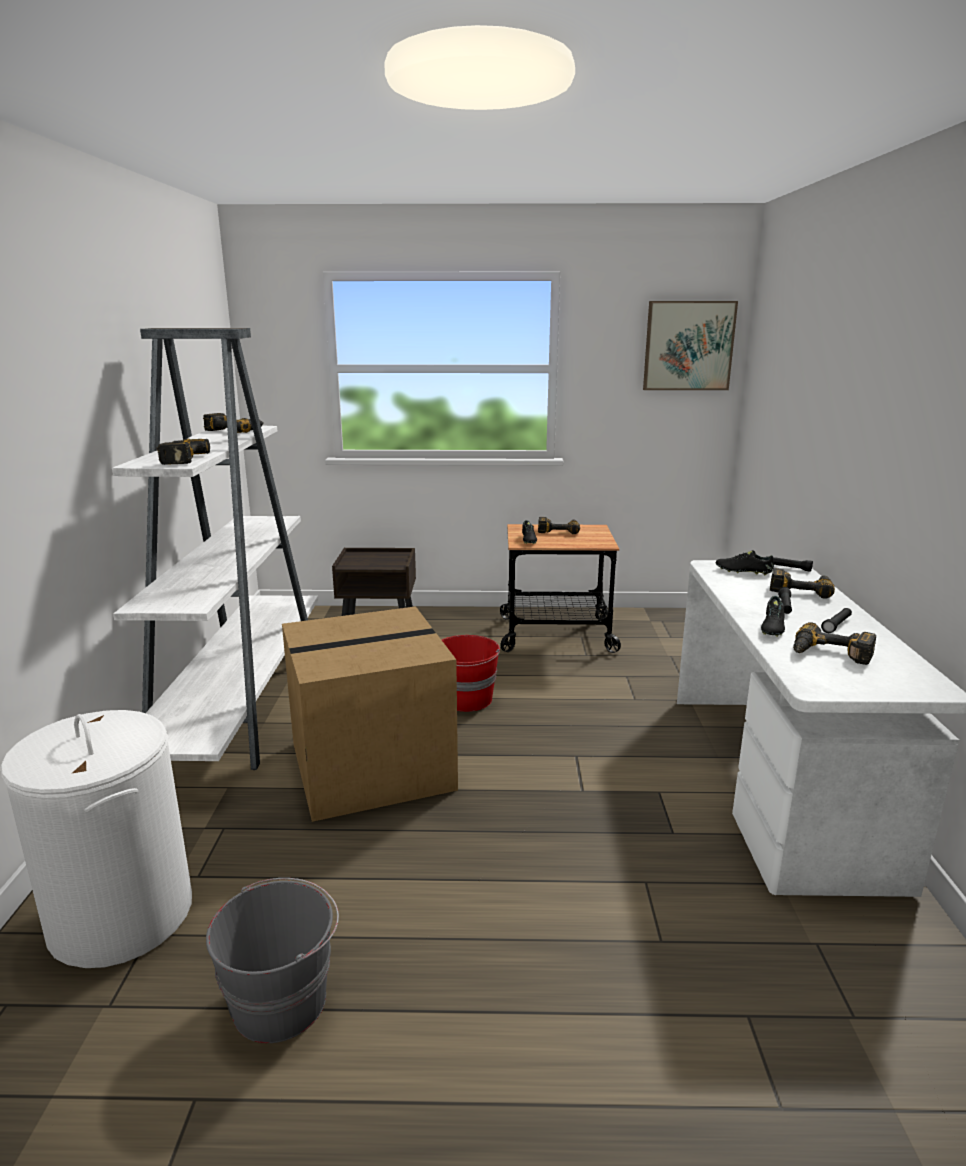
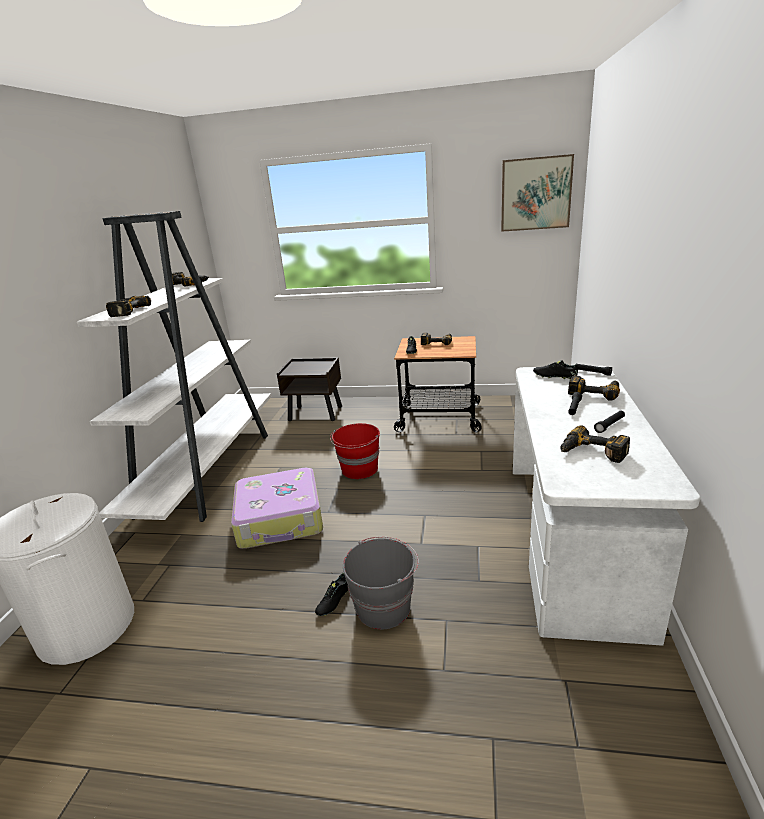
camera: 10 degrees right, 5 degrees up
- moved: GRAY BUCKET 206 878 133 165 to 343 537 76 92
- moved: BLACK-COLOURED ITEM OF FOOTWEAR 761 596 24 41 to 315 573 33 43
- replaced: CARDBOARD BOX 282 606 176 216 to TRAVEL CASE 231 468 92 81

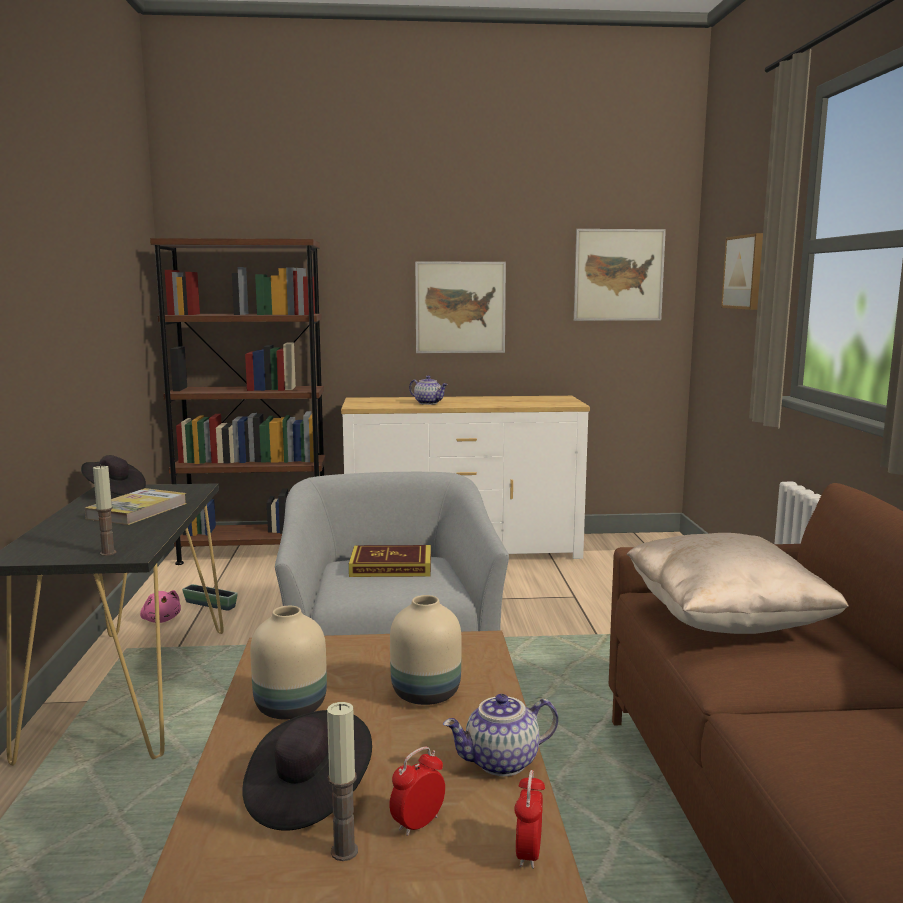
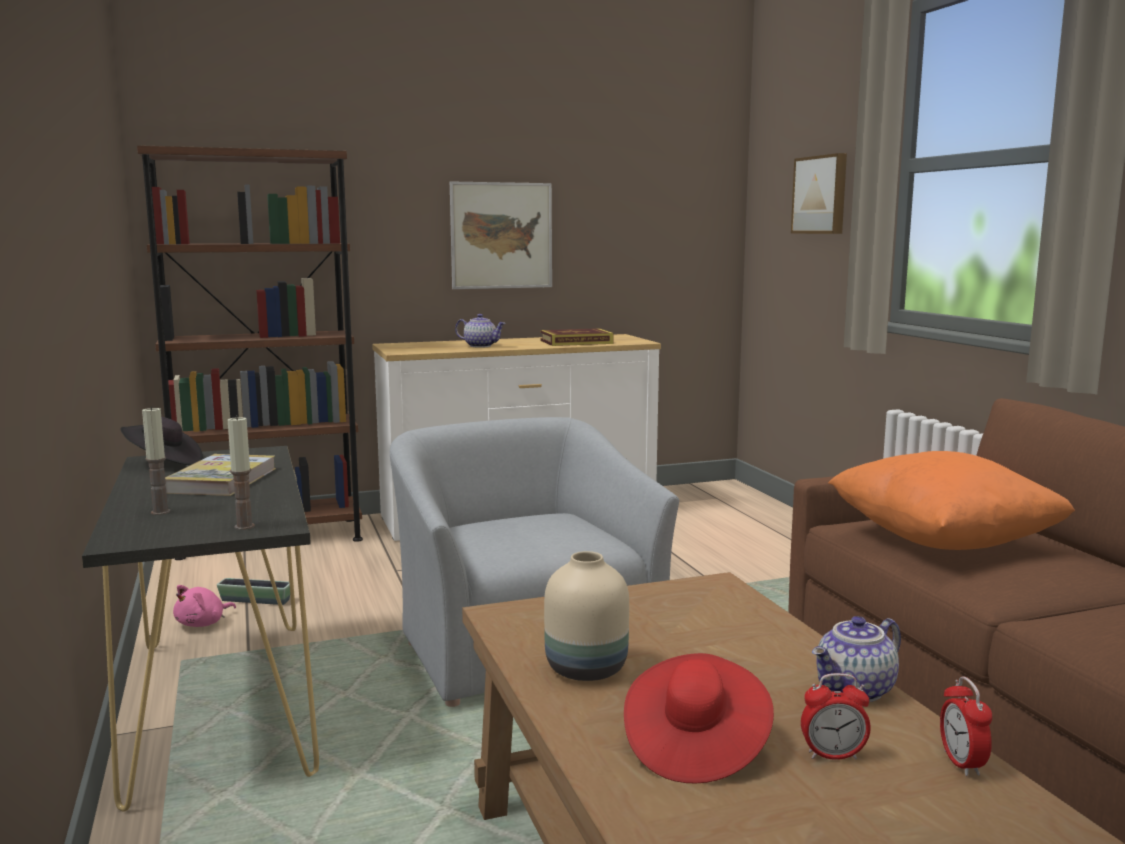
camera: 15 degrees left, 0 degrees up
- removed: BEIGE VASE 390 595 71 110
- removed: WALL ART 574 229 92 92
- moved: WAX LIGHT 327 702 31 159 to 142 406 28 109
- moved: BOOK 349 545 82 32 to 540 328 74 18
- recoloured: BLACK-COLOURED WEARABLE HAT 242 710 130 121 to REDDISH WEARABLE HAT 624 653 150 130
- recoloured: BEIGE PILLOW 626 533 223 101 to ORANGEY PILLOW 828 451 247 99
- turned: PINK-COLOURED CUDDLY TOY 140 590 41 33 = 173 585 63 42 90 degrees clockwise
- turned: TABLE CLOCK 389 747 56 89 = 801 673 70 87 120 degrees counterclockwise

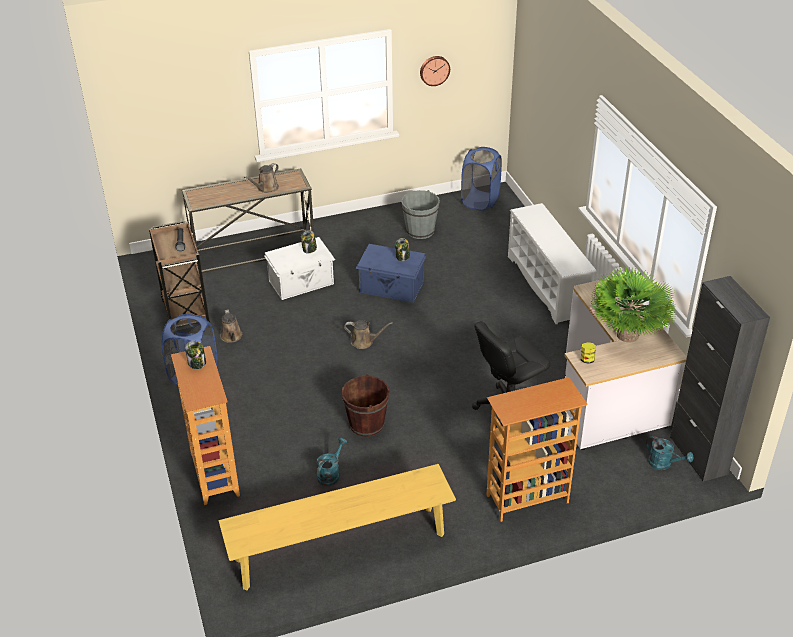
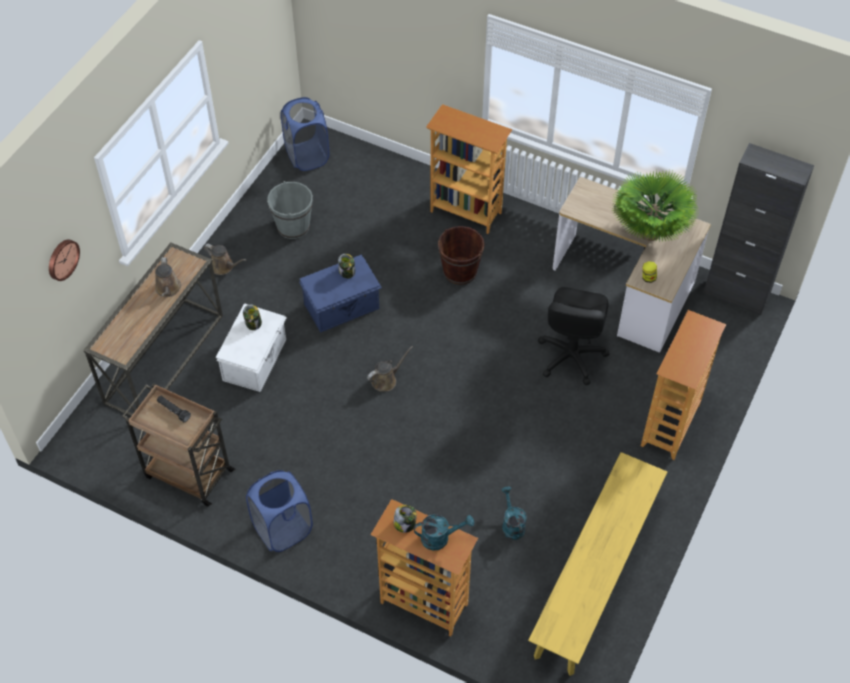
camera: 45 degrees left, 15 degrees up
- moved: BROWNISH WATERING CAN 220 309 22 34 to 204 244 42 31
- moved: BROWNISH BUCKET 341 374 49 63 to 438 226 47 59
- moved: WALL CLOCK 420 56 30 30 to 49 239 31 42
- moved: TURQUOISE WATERING CAN 646 435 48 35 to 414 514 60 37
- replaced: WHITE SHOE STAND 508 203 88 121 to BOOKSHELF 426 104 87 130

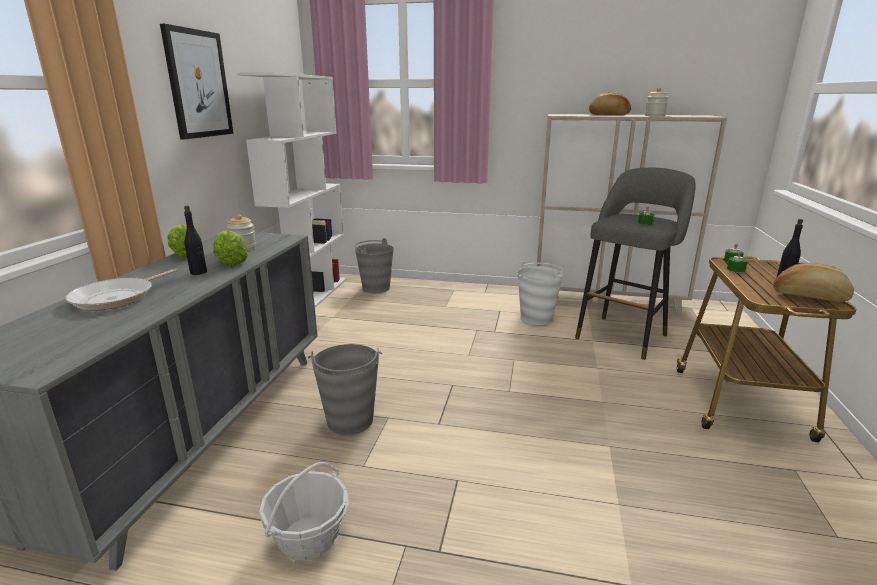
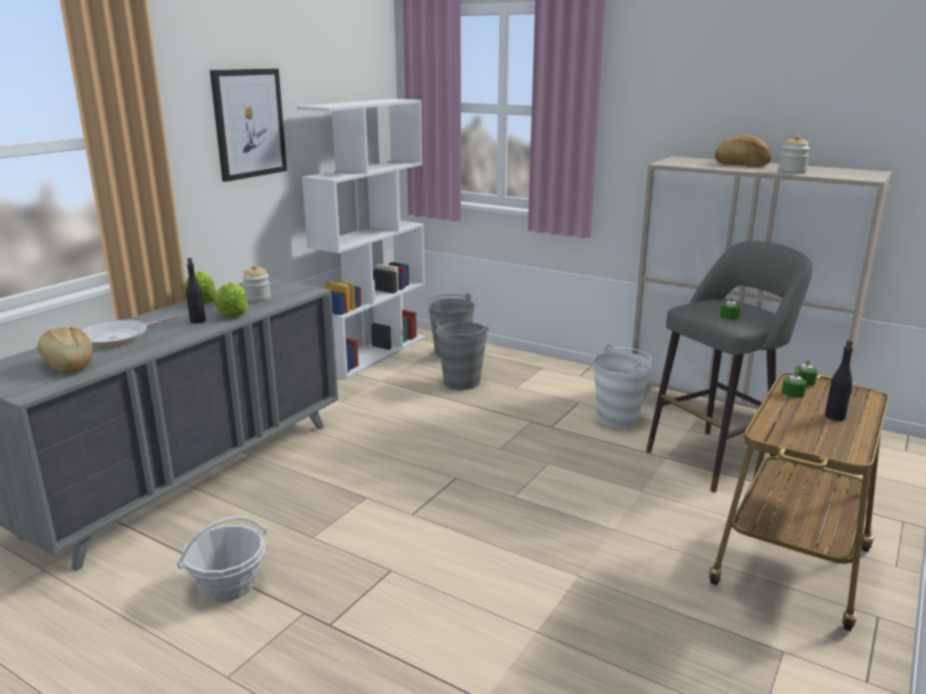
camera: 20 degrees right, 0 degrees up
- moved: GRAY BUCKET 308 344 74 91 to 434 321 55 69
- moved: BAKERY BREAD 773 263 81 39 to 37 327 56 46

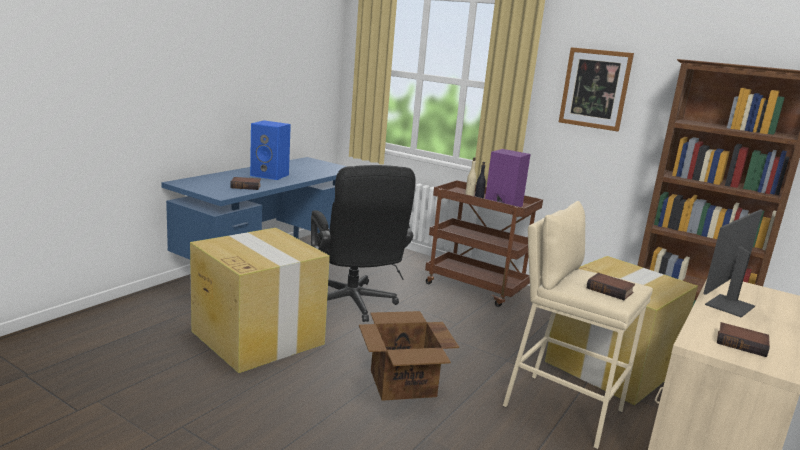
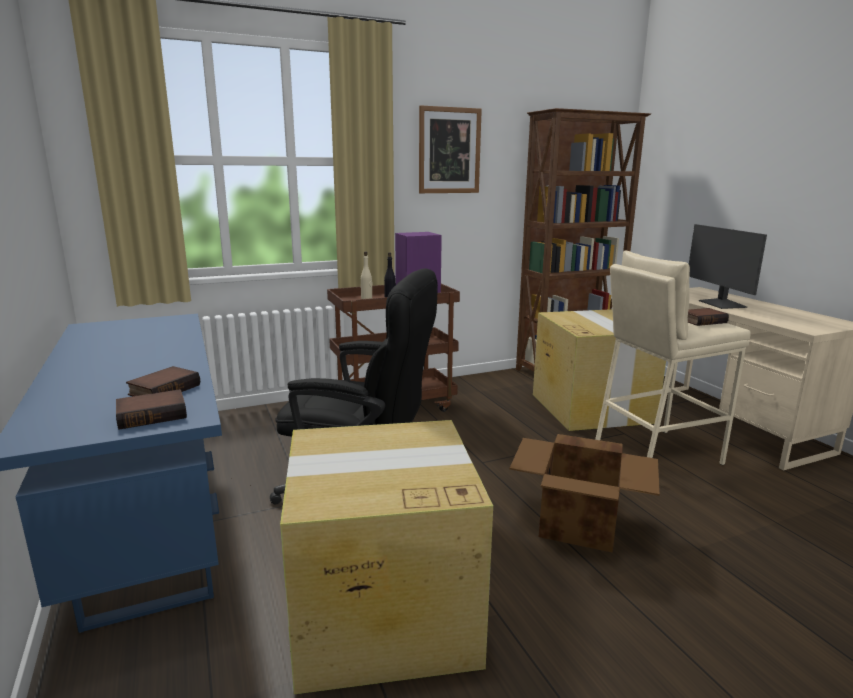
camera: 55 degrees left, 0 degrees up
- removed: BLUISH AUDIO SPEAKER 250 120 41 60
- moved: BOOK 717 322 53 35 to 116 389 71 41

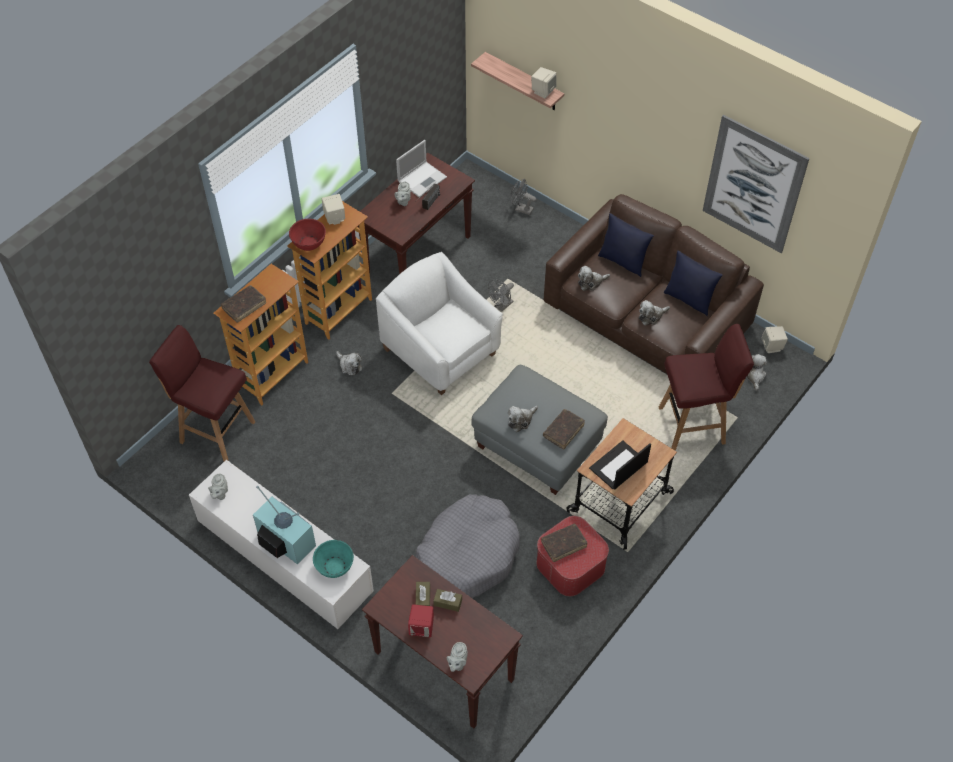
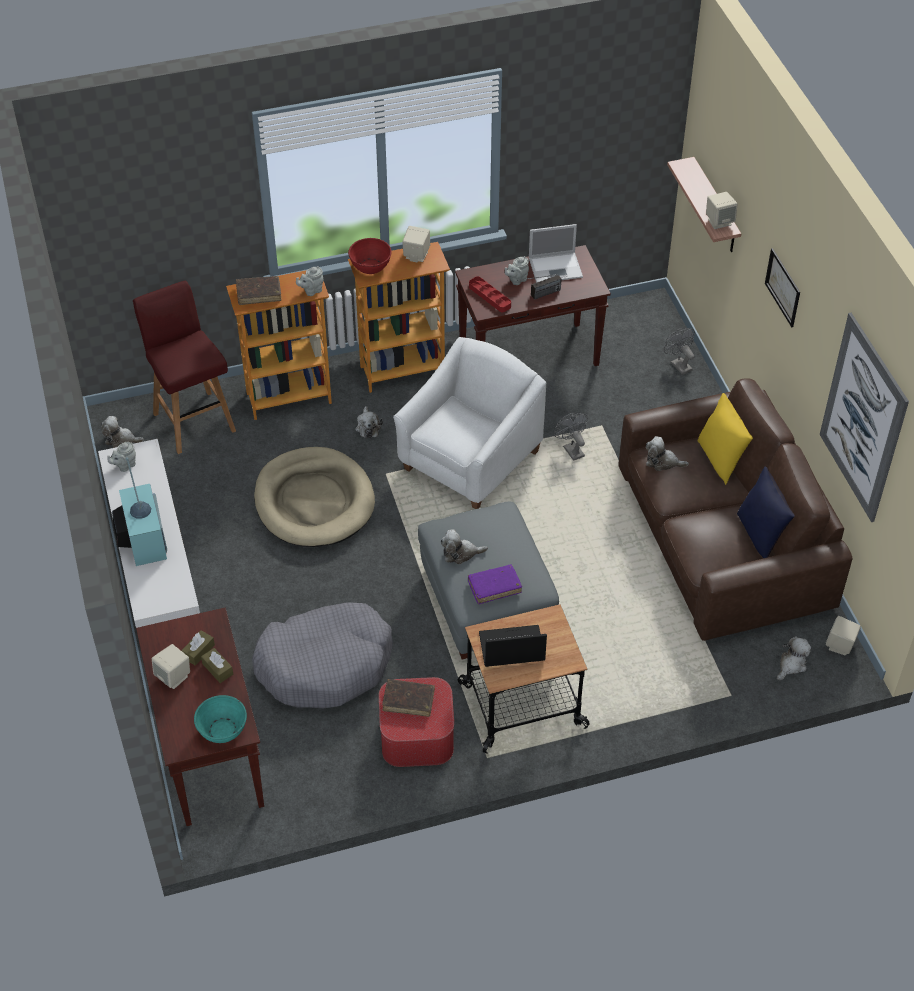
camera: 35 degrees right, 5 degrees down
- removed: REDDISH STOOL 659 324 95 127
- added: BEIGE PET BED 254 447 121 100
- added: REDDISH CARRYING TRAY 469 276 42 36
- added: WALL ART 765 248 35 79
- moved: TURQUOISE SERVING BOWL 313 540 41 38 to 194 695 53 48
- moved: GRAY TEAPOT 447 642 21 30 to 296 266 27 30
- moved: CUDDLY TOY 639 300 31 26 to 101 416 43 32
- recoloured: REDDISH AUDIO SPEAKER 408 604 26 33 to BEIGE AUDIO SPEAKER 152 644 38 45
- recoloured: BROWNISH BOOK 543 409 42 40 to PURPLE-COLOURED BOOK 468 565 54 39
- recoloured: BLUISH PILLOW 598 213 56 64 to YELLOWISH PILLOW 698 393 55 92
- turned: WHITE EASY CHAIR 376 252 127 143 = 393 337 153 172 45 degrees clockwise
- turned: GRAY COOLING FAN 488 279 26 33 = 554 413 34 48 75 degrees clockwise

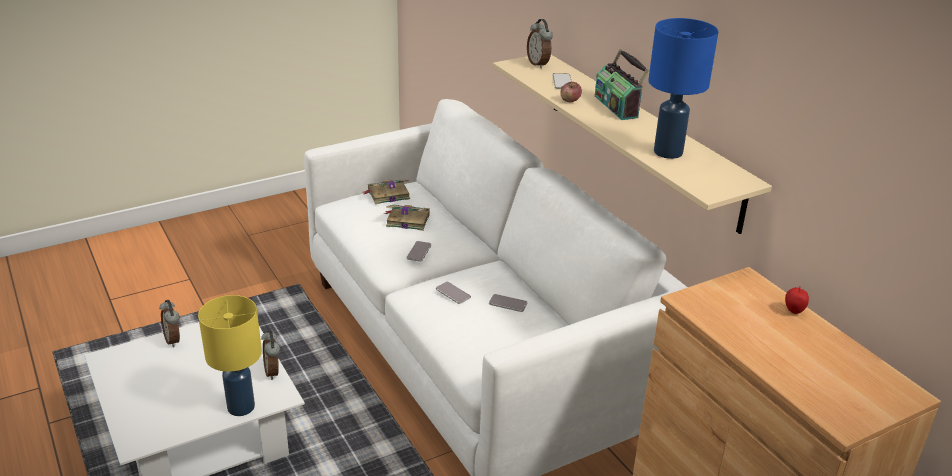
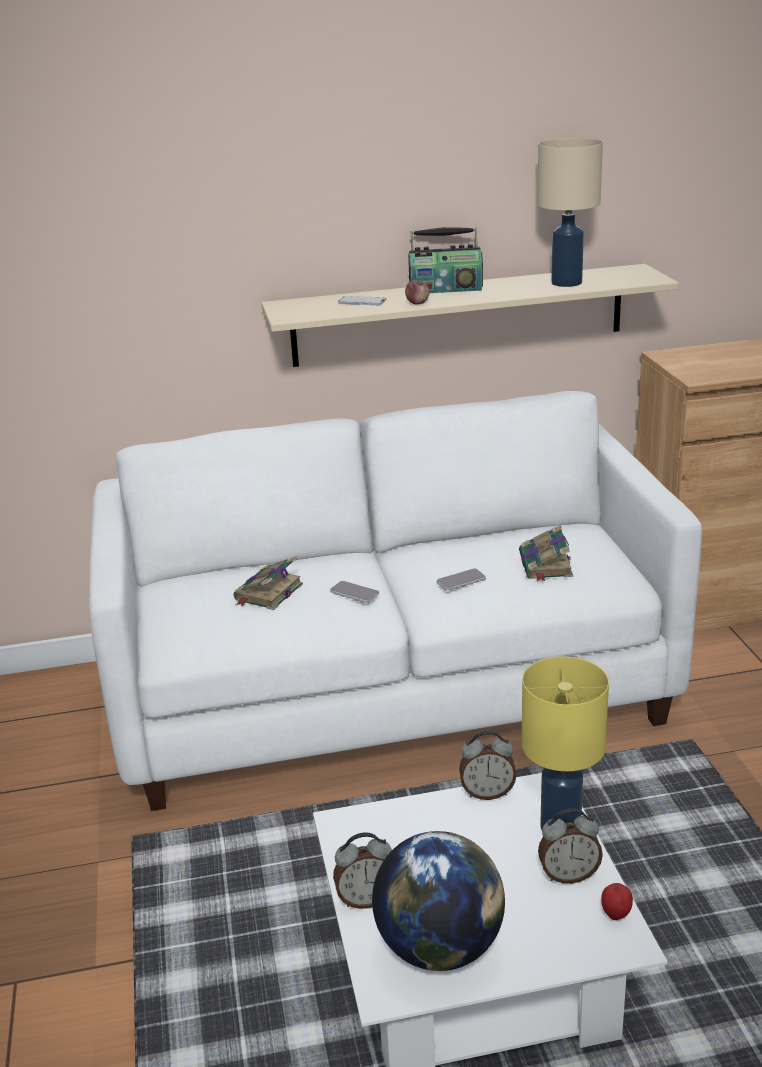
camera: 70 degrees left, 5 degrees down
- removed: HANDSET 489 294 38 18
- added: DESK GLOBE 372 831 133 140
- moved: BOOK 364 179 46 25 to 519 525 54 56
- moved: TABLE CLOCK 527 19 26 50 to 538 809 65 75
- moved: APPLE 785 286 24 28 to 601 883 32 37
- recoloured: BLUISH TABLETOP LAMP 648 18 70 141 to BEIGE TABLETOP LAMP 537 138 66 149

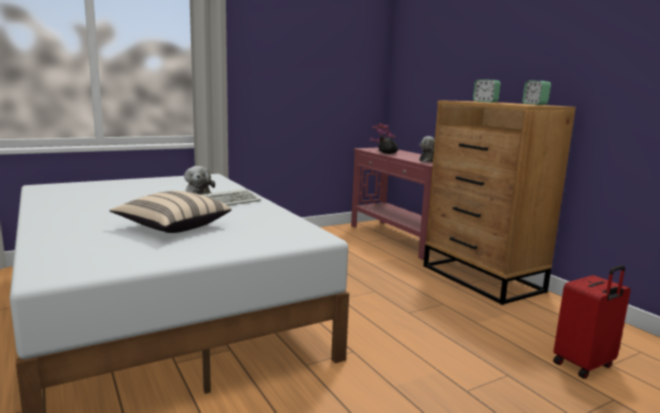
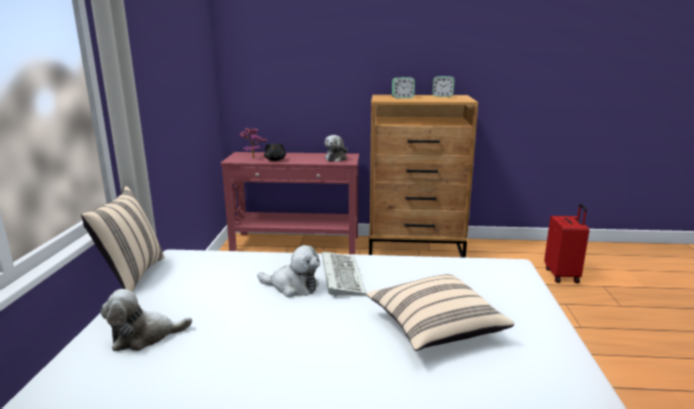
camera: 55 degrees left, 5 degrees up
- added: BEIGE PILLOW 81 186 83 106
- added: CUDDLY TOY 100 289 92 62

